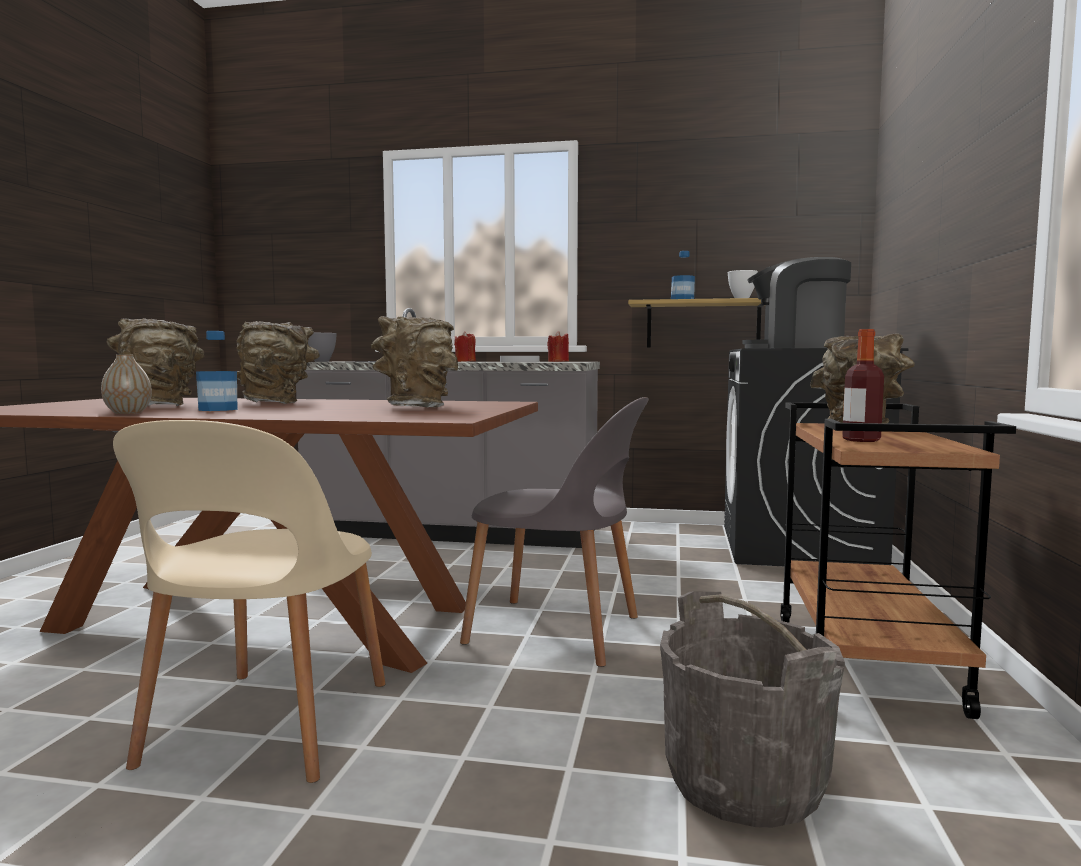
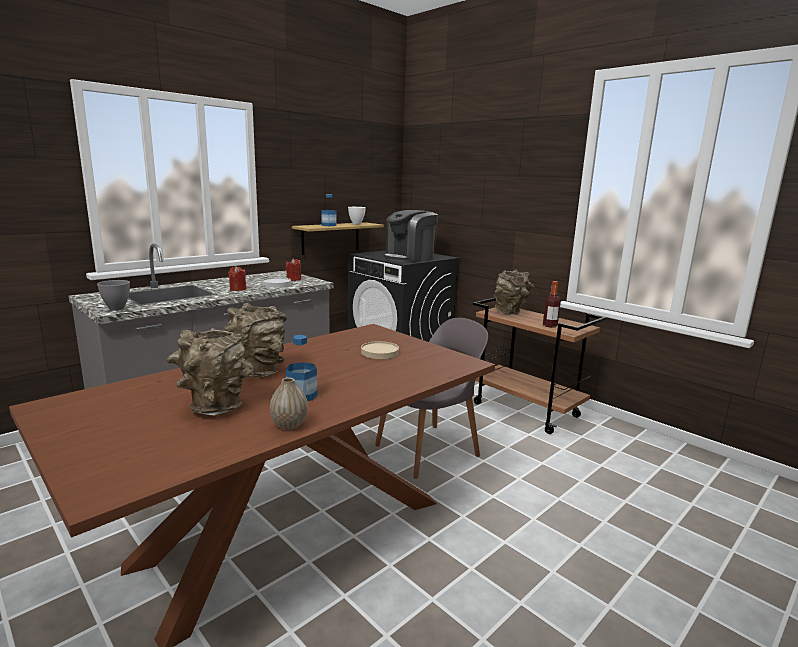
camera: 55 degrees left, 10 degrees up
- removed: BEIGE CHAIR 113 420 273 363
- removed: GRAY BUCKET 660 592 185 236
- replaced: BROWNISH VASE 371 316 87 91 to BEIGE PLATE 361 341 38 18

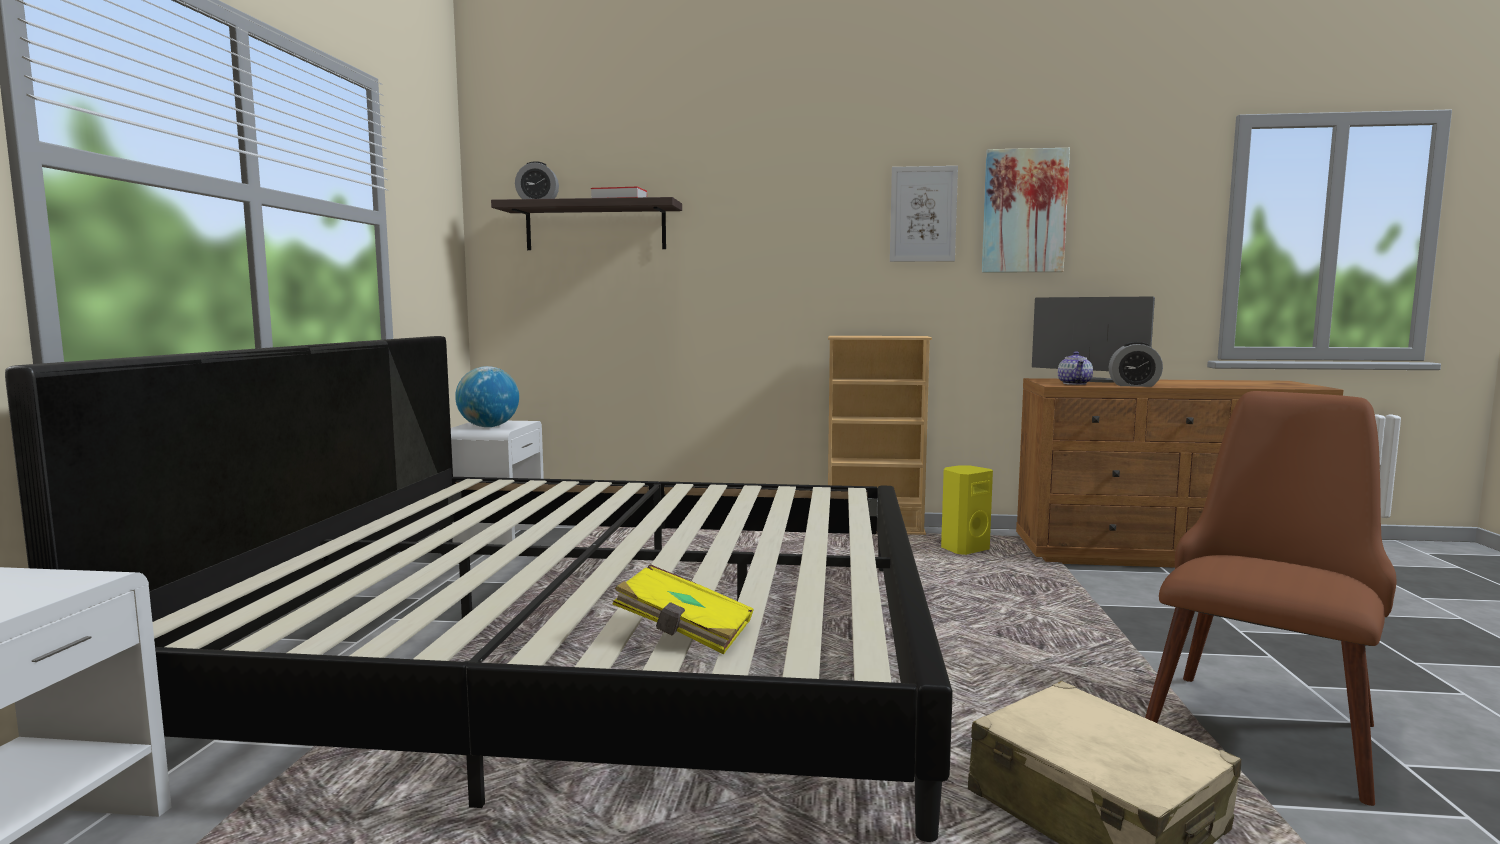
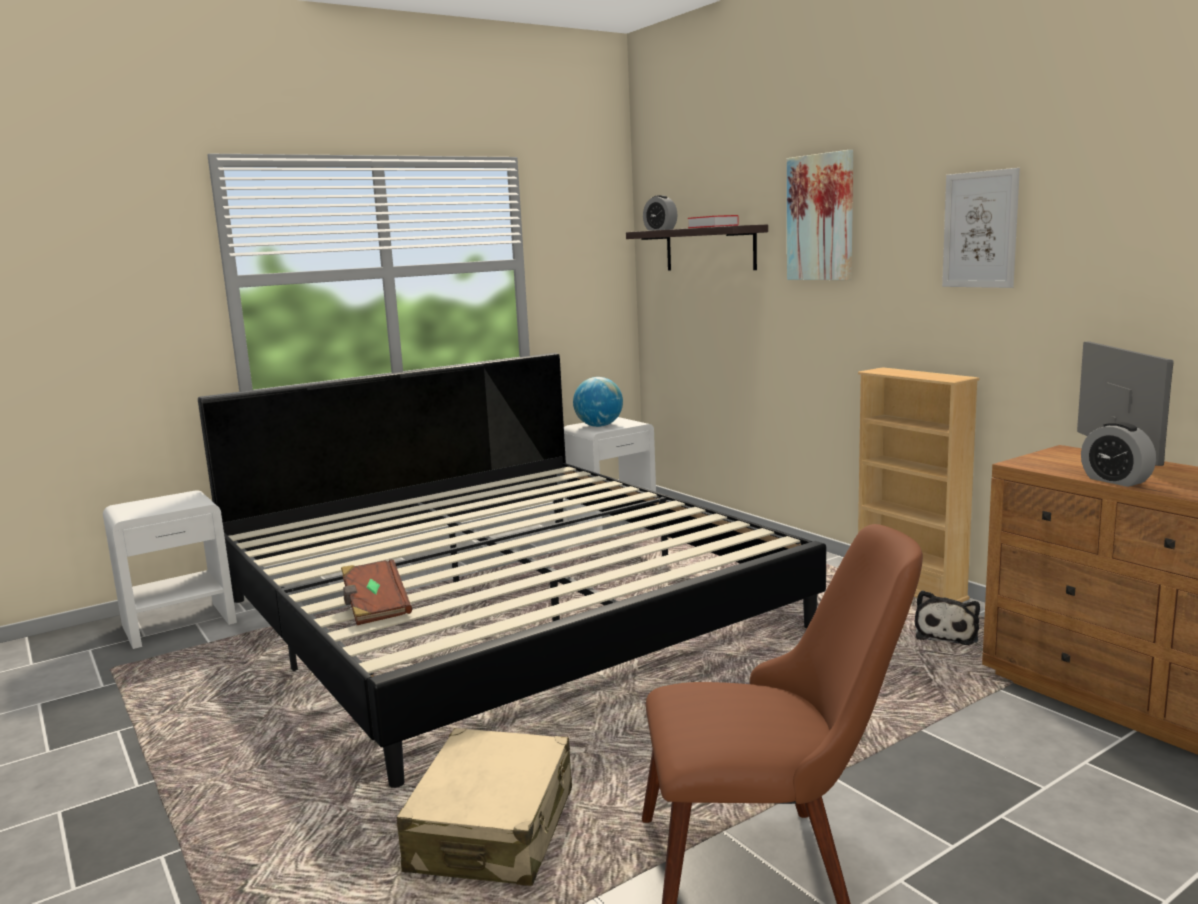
camera: 50 degrees right, 5 degrees up
- removed: TEAPOT 1058 351 35 34
- moved: WALL ART 982 148 88 125 to 787 150 66 130
- replaced: YELLOWISH AUDIO SPEAKER 941 465 52 90 to CUDDLY TOY 915 590 65 55
- recoloured: YELLOWISH BOOK 613 564 141 91 to BROWNISH BOOK 341 559 71 66

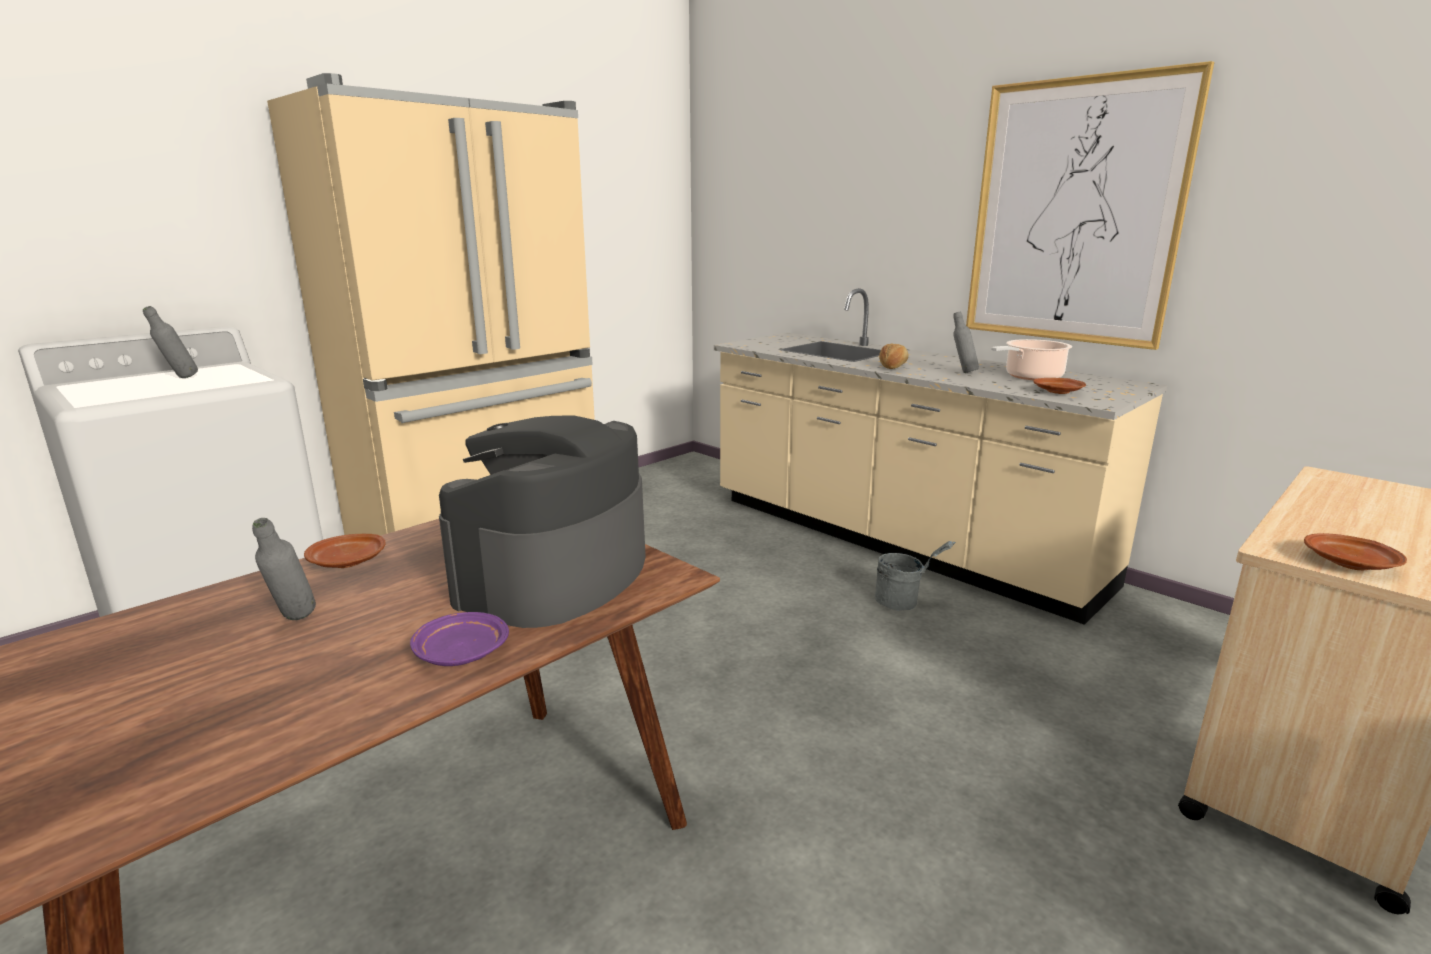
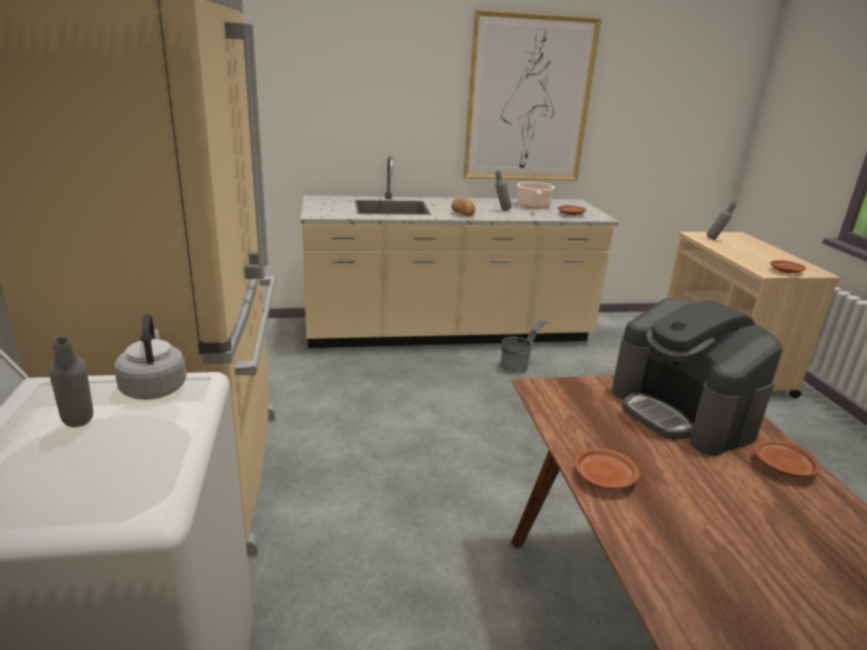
camera: 55 degrees left, 5 degrees up
- added: GRAY KETTLE 114 314 73 86
- moved: GRAY BEVERAGE BOTTLE 252 518 64 102 to 707 202 29 38
- recoloured: PURPLE-COLOURED PLATE 410 612 99 54 to BROWNISH PLATE 754 439 67 38

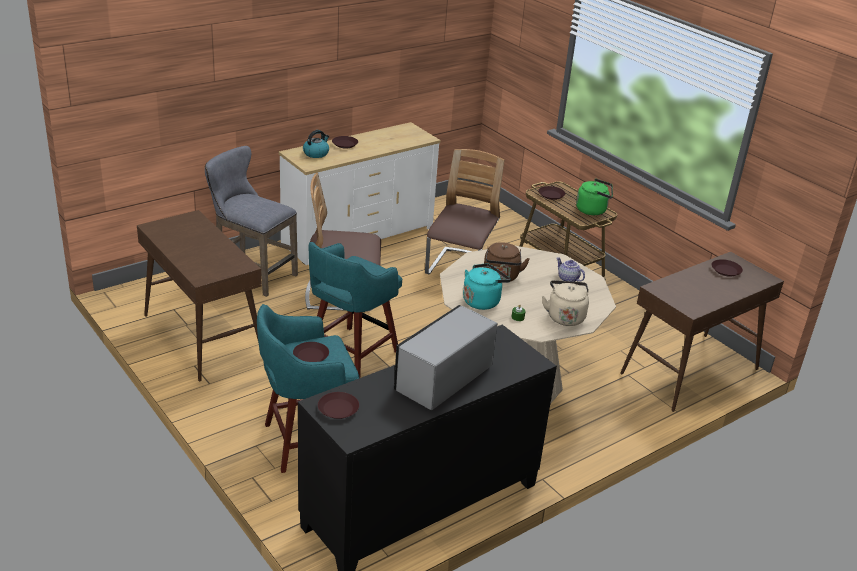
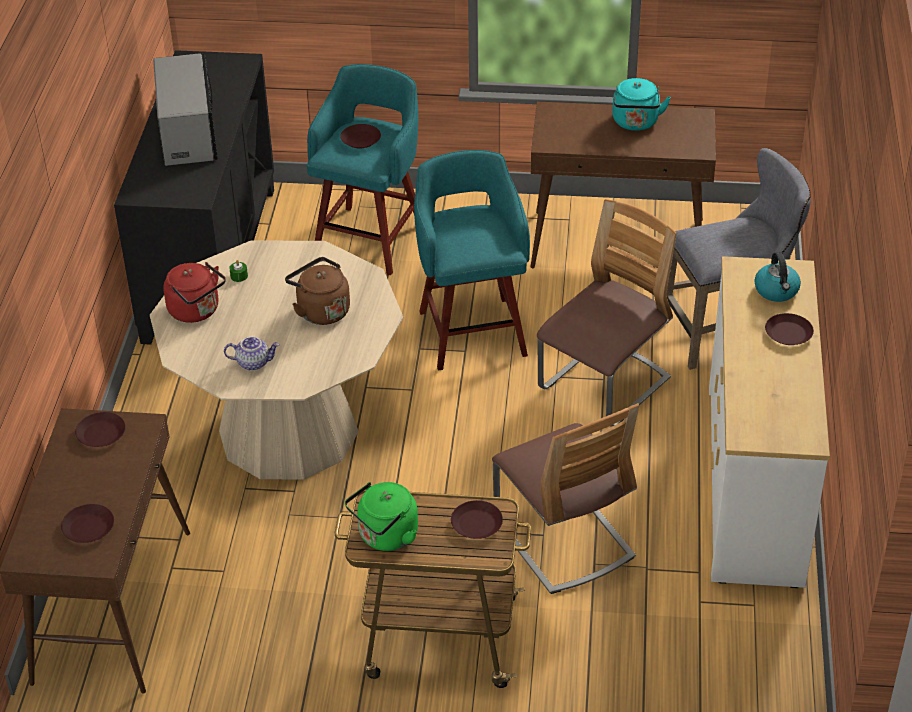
camera: 135 degrees right, 10 degrees up
- moved: BROWNISH PLATE 318 392 41 27 to 75 412 50 35
- moved: TURQUOISE KETTLE 463 263 48 47 to 612 78 59 53
- recoloured: BEIGE KETTLE 542 280 47 46 to REDDISH KETTLE 163 262 63 61

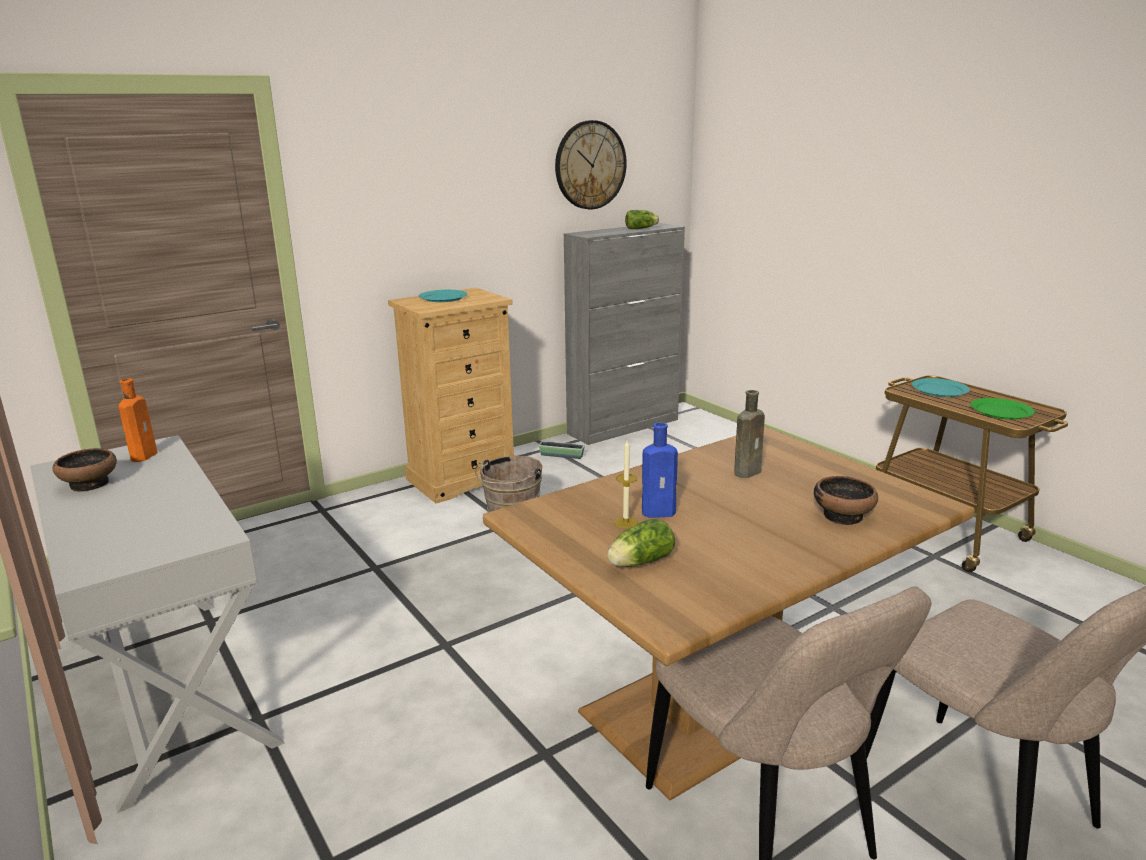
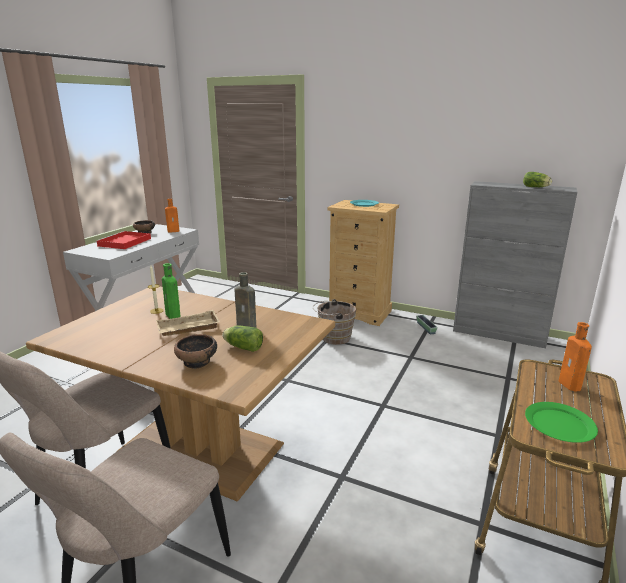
camera: 60 degrees right, 0 degrees up
- removed: WALL CLOCK 555 120 72 89
- added: REDDISH CARRYING TRAY 96 231 55 18
- added: BEIGE CARRYING TRAY 156 310 63 26
- moved: LETTUCE HEAD 607 519 68 48 to 222 325 41 27
- replaced: TURQUOISE PLATE 912 378 58 19 to ORANGEY BEVERAGE BOTTLE 559 322 33 69
- recoloured: BLUISH BEVERAGE BOTTLE 642 422 36 96 to GREEN BEVERAGE BOTTLE 162 263 18 56

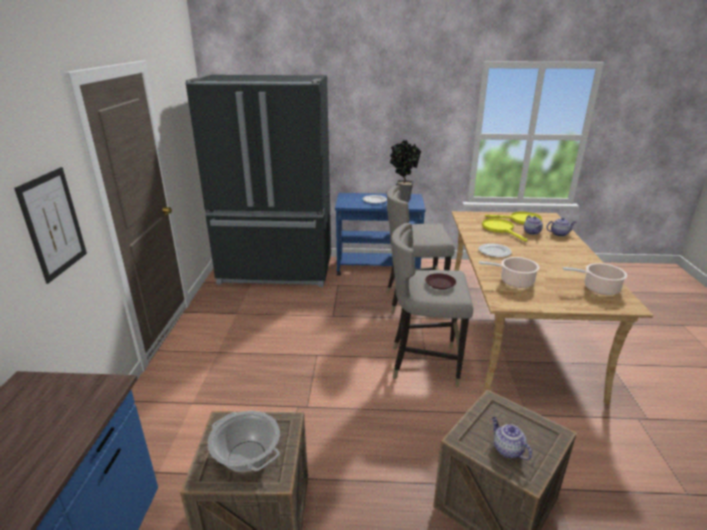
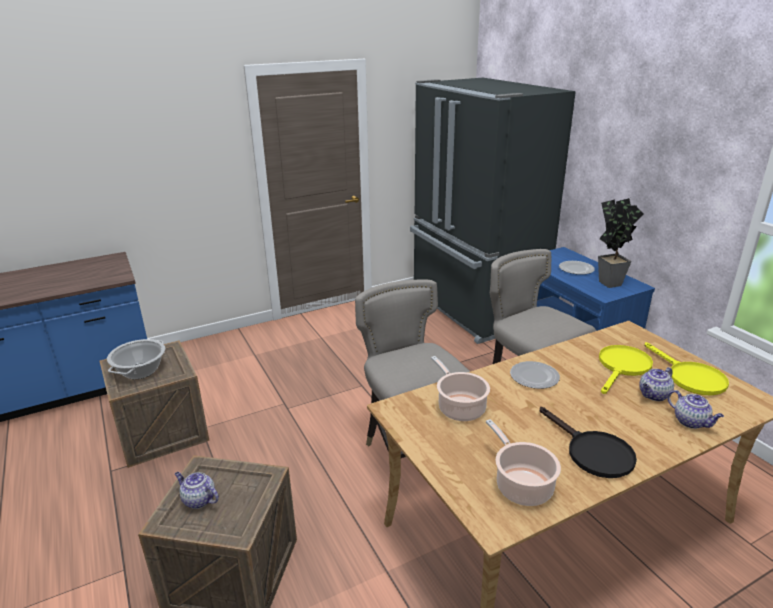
camera: 60 degrees right, 0 degrees up
- removed: WALL ART 14 167 73 117
- removed: BROWNISH PLATE 425 273 31 17
- added: BLACK-COLOURED PAN 540 407 97 71
- turned: TEAPOT 492 417 40 43 = 175 472 44 37 90 degrees counterclockwise

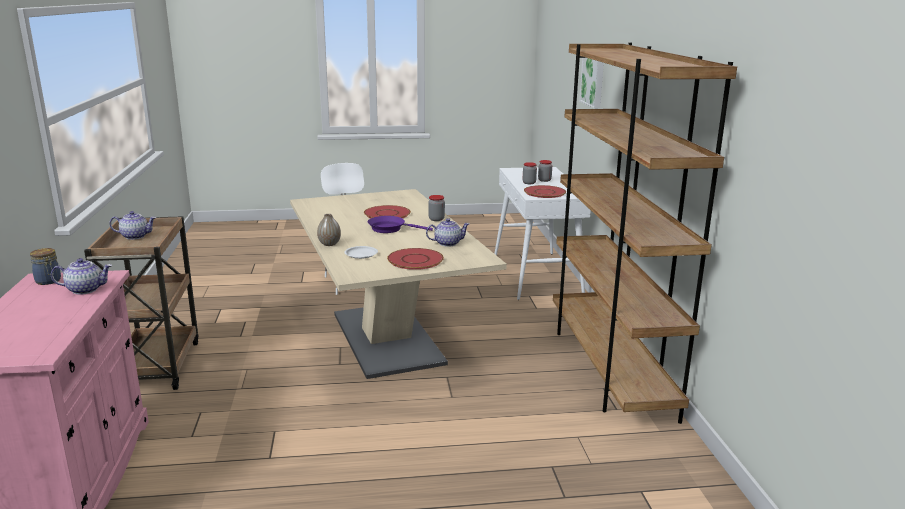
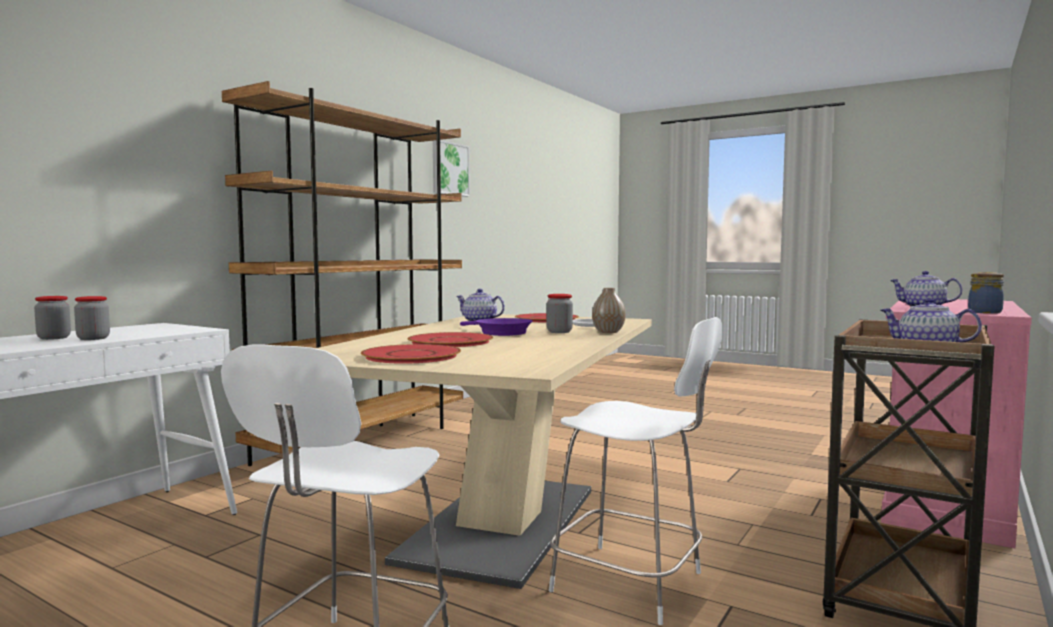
camera: 140 degrees left, 15 degrees down
- added: WHITE CHAIR 549 317 174 308
- moved: JAR 428 195 17 26 to 547 294 26 39
- moved: REDDISH PLATE 524 185 42 13 to 361 344 100 20
- moved: WALL ART 579 58 25 51 to 433 140 37 57

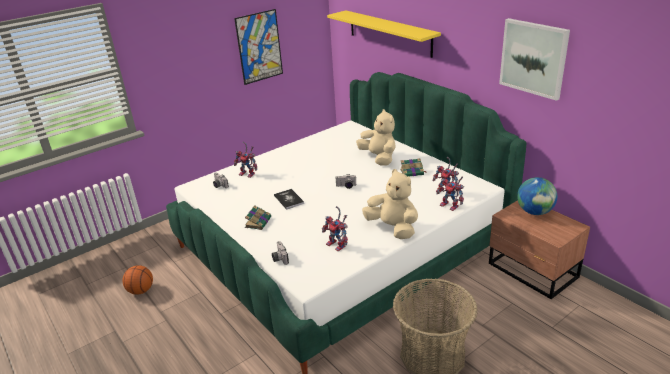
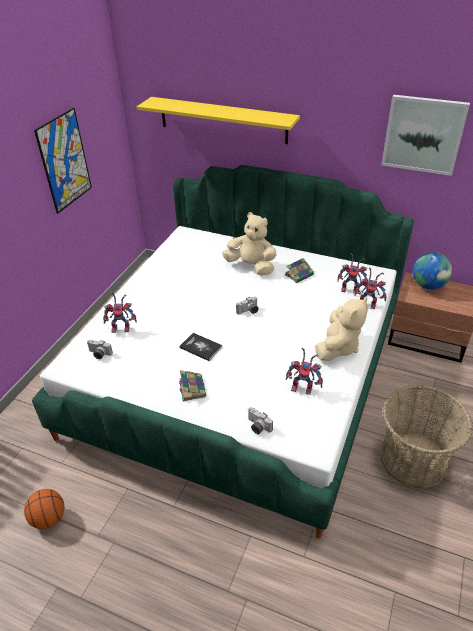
camera: 30 degrees left, 10 degrees up
- turned: BEIGE CUDDLY TOY 362 169 56 70 = 315 297 53 64 105 degrees clockwise

